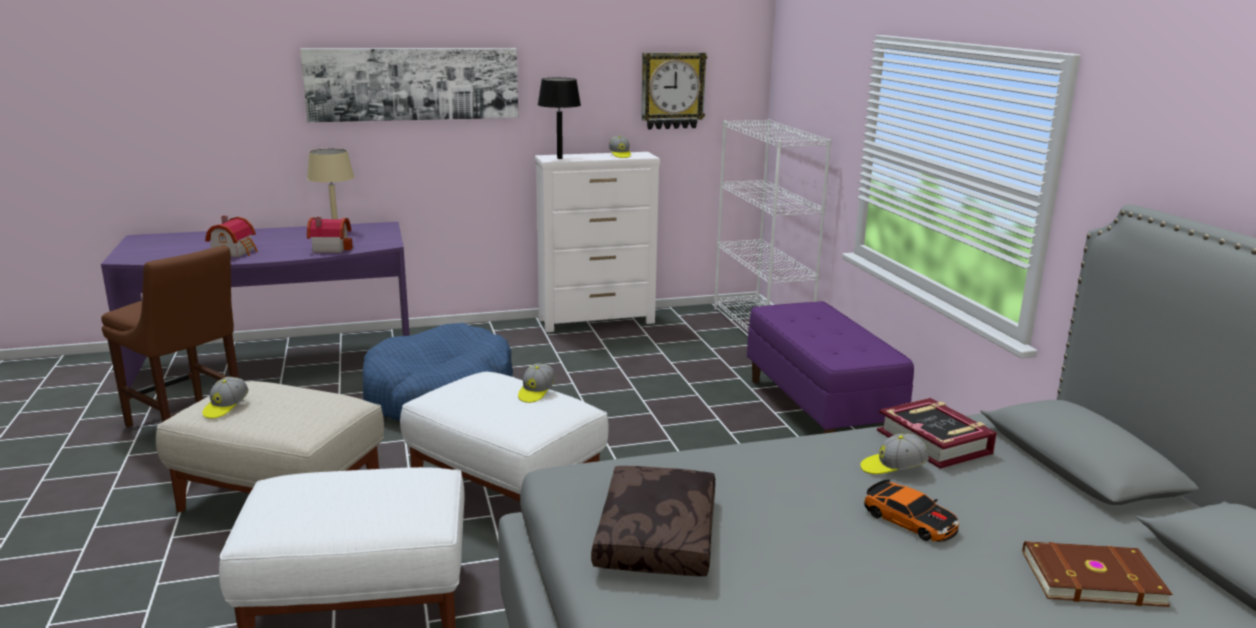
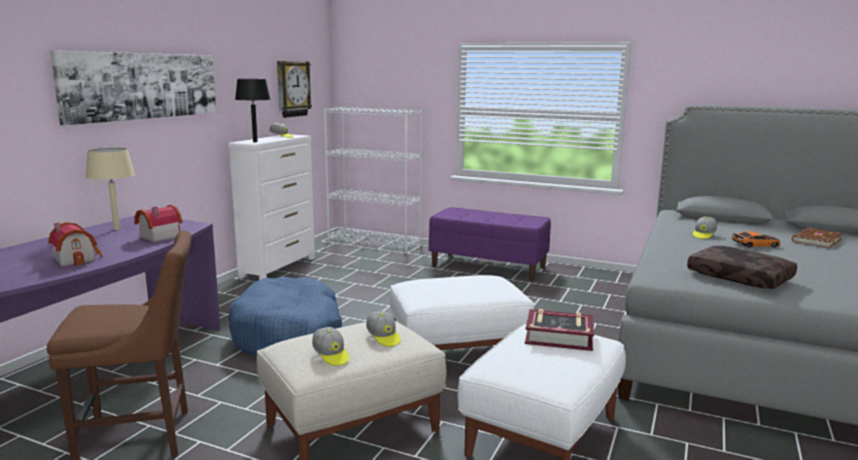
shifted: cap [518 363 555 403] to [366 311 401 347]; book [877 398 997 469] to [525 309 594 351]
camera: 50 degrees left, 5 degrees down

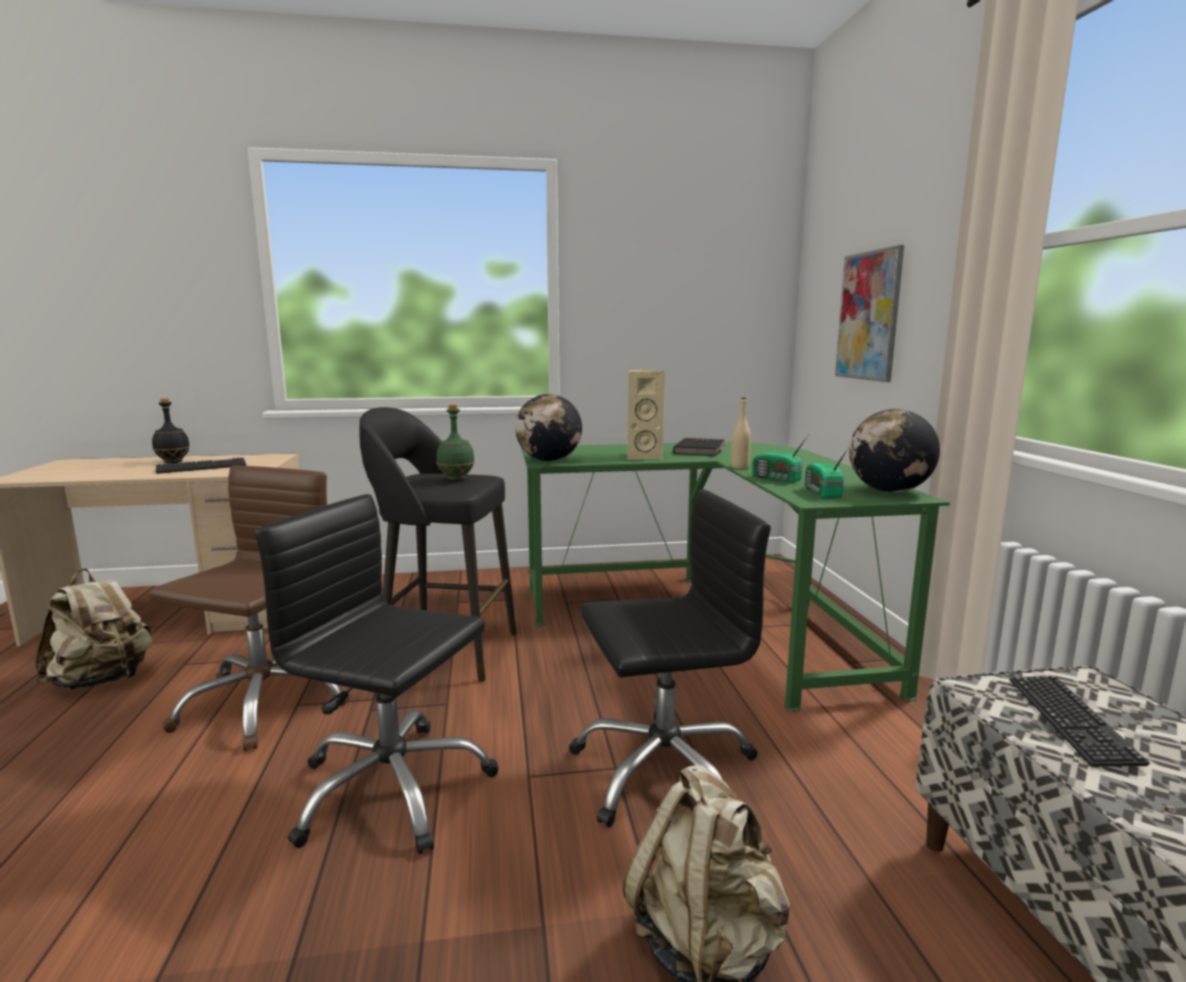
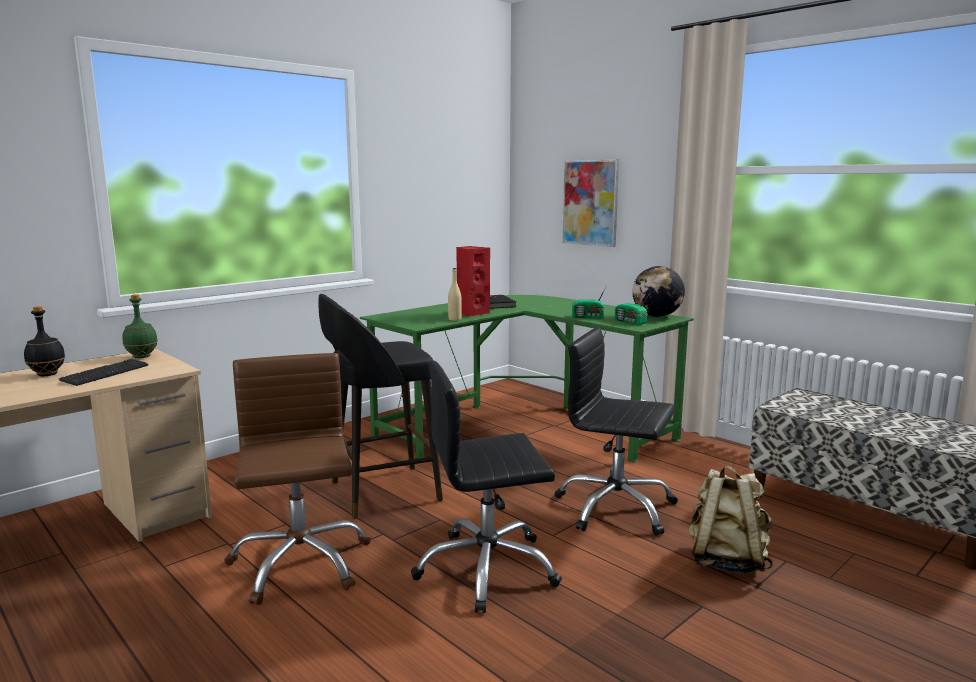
gone: beige backpack [35 568 153 690]; globe [515 394 582 461]; keyboard [1010 676 1150 767]
shifted: green bottle [436 404 475 481] to [122 294 158 358]; beige bottle [731 397 751 469] to [448 268 462 321]
repainted: beige speaker [628 369 665 460] to red speaker [456 246 490 317]
rotated: black office chair [569 489 771 827] = [555 327 678 536] 105 degrees counterclockwise
camera: 35 degrees left, 0 degrees up

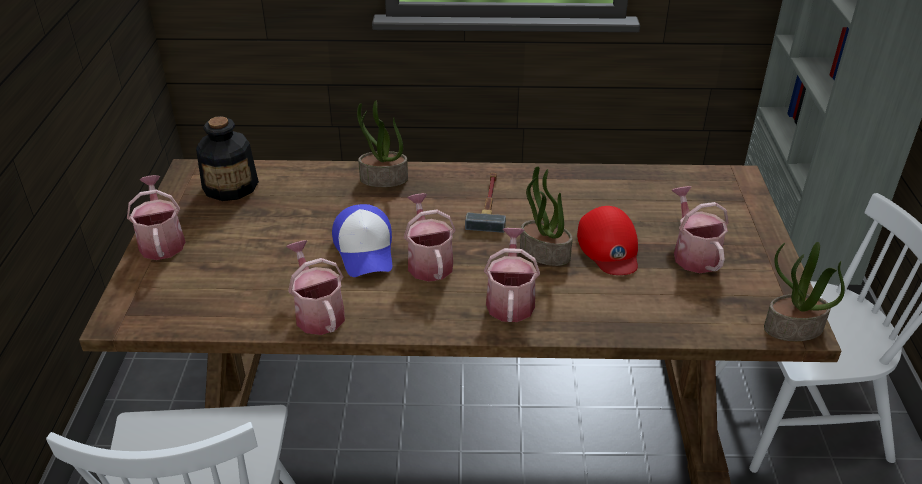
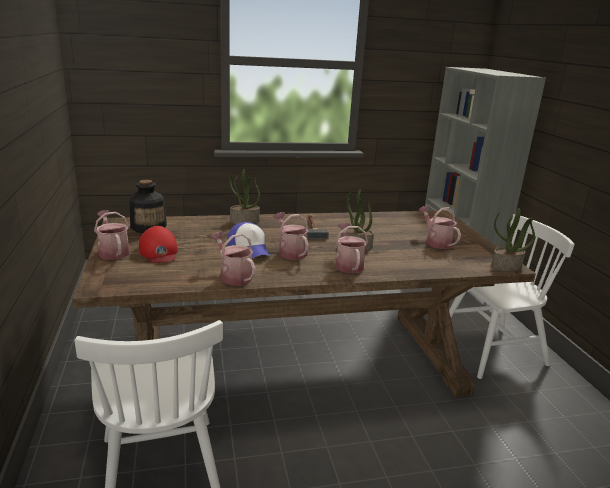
shifted: red cap [577 206 638 275] to [139 226 178 263]
camera: 15 degrees left, 15 degrees down

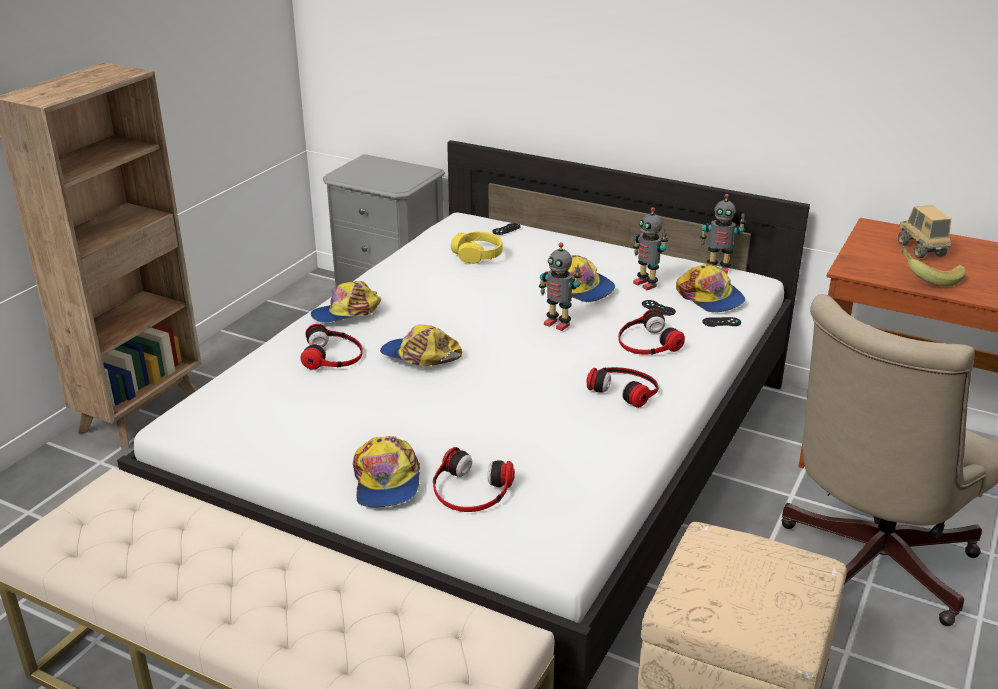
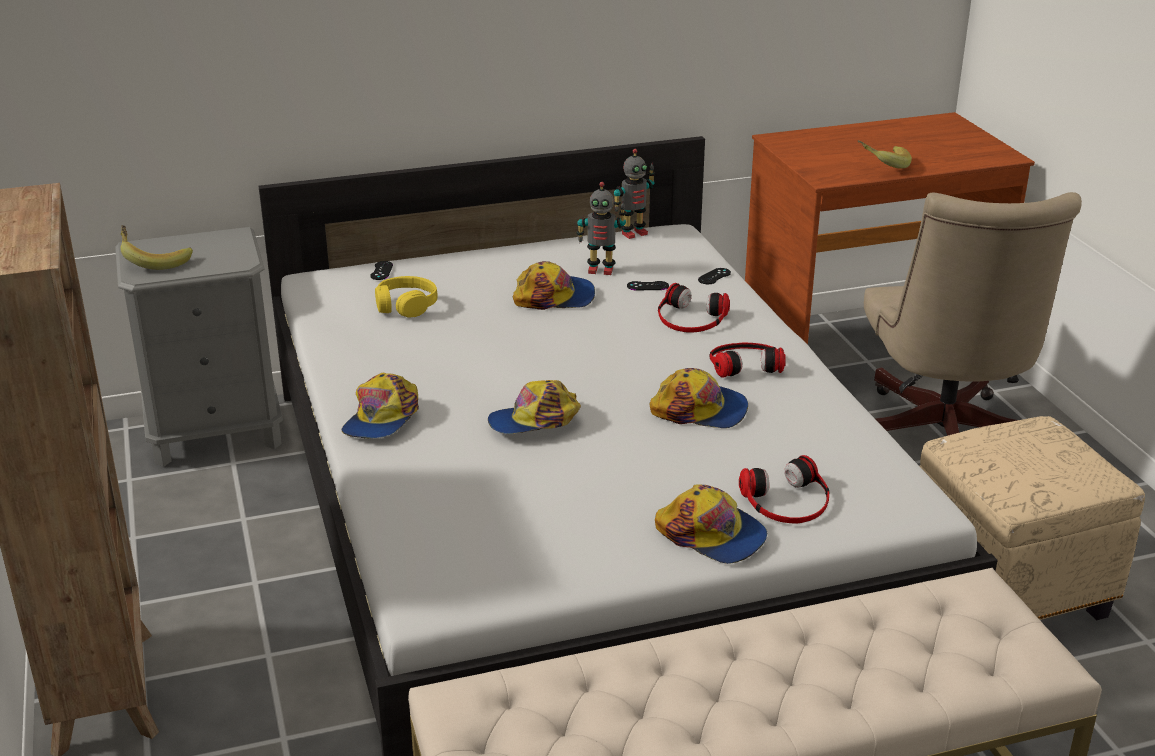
gone: headphones [301 324 363 370]; toy robot [539 242 582 331]; toy truck [898 205 951 258]
new: banana [120 225 193 270]
shifted: cap [676 263 745 312] to [649 368 748 428]
camera: 45 degrees left, 0 degrees up

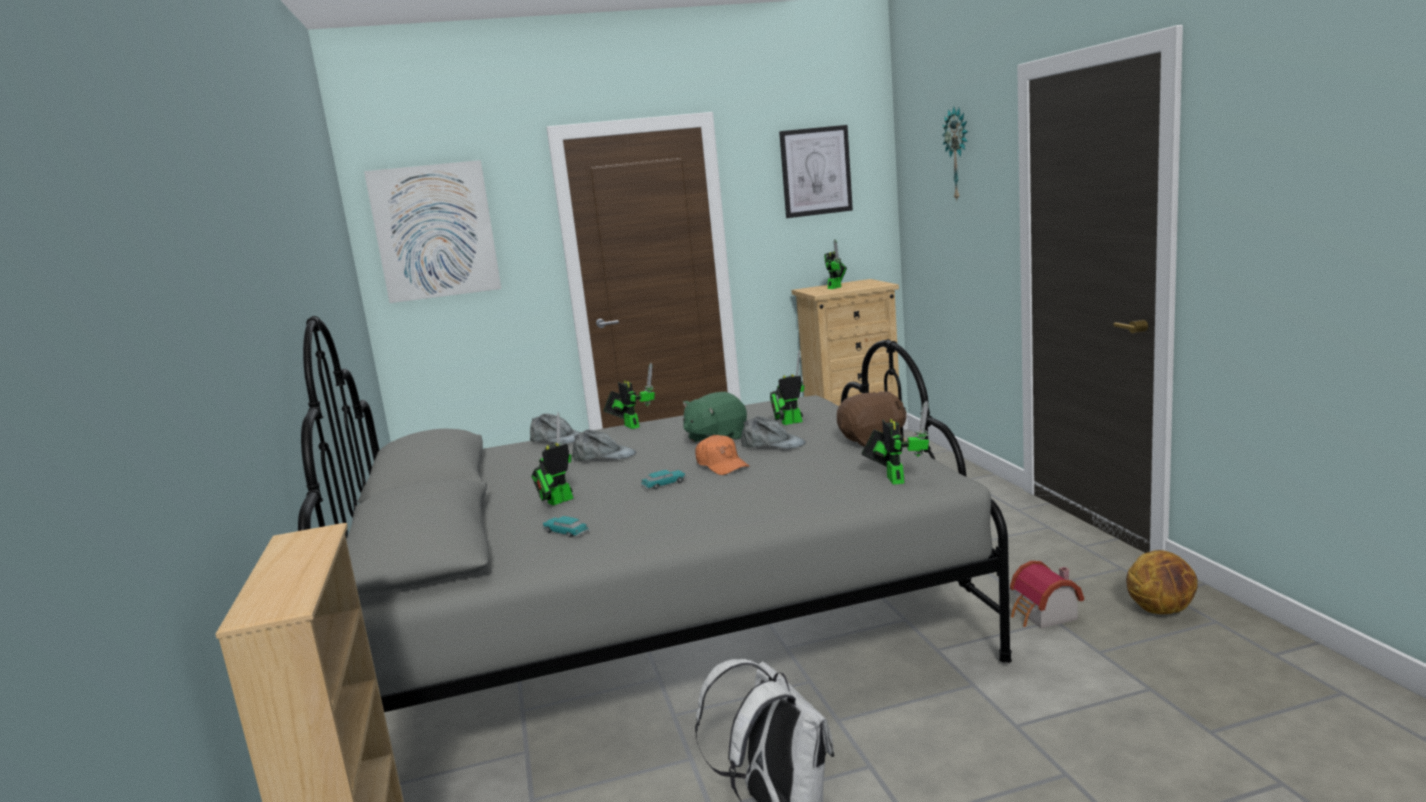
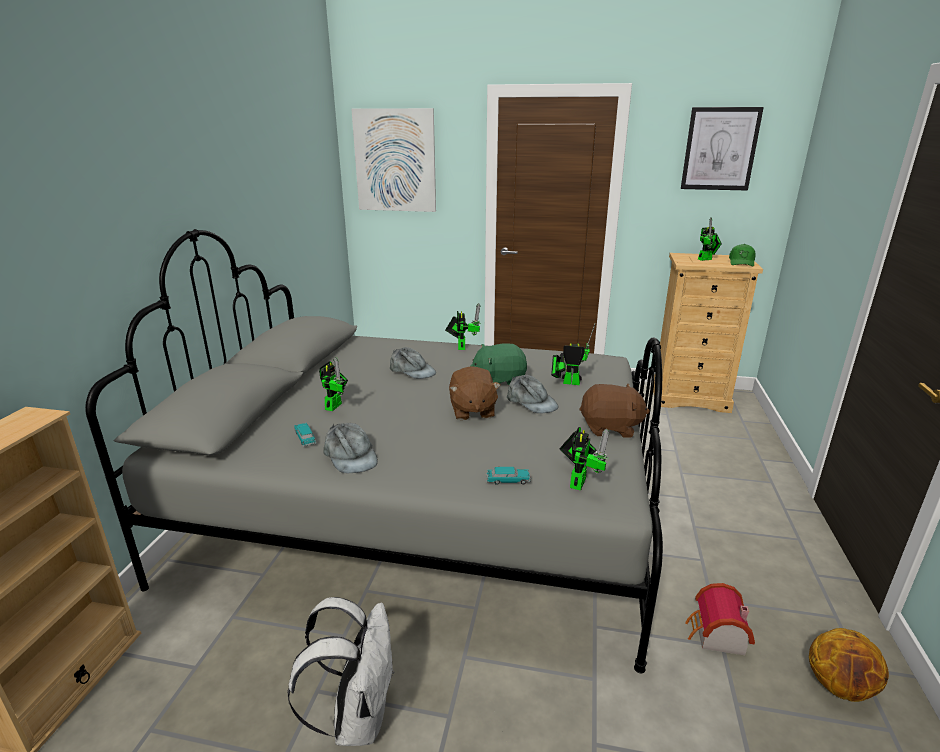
gone: wall clock [942 107 968 201]
new: green cap [729 244 756 266]
shifted: grey cap [530 414 580 444] to [323 423 378 473]; toy car [640 470 687 490] to [485 467 531 485]
swapped: orange cap [695 435 749 475] to brown plush toy [449 366 501 420]
rotated: toy robot [531 412 574 506] = [319 357 348 411] 120 degrees clockwise
camera: 25 degrees right, 10 degrees up

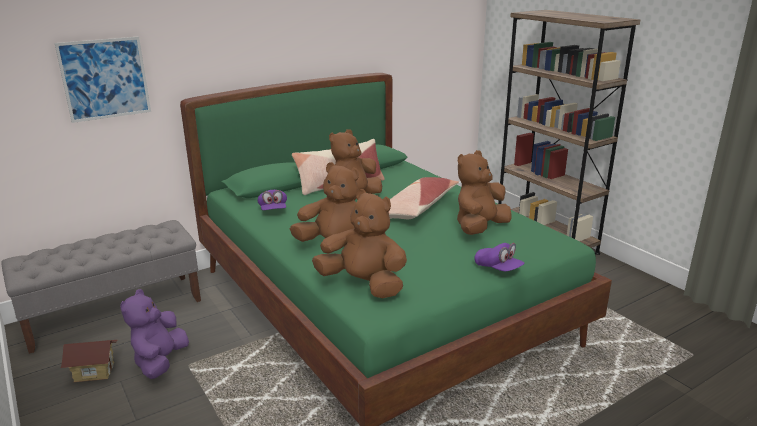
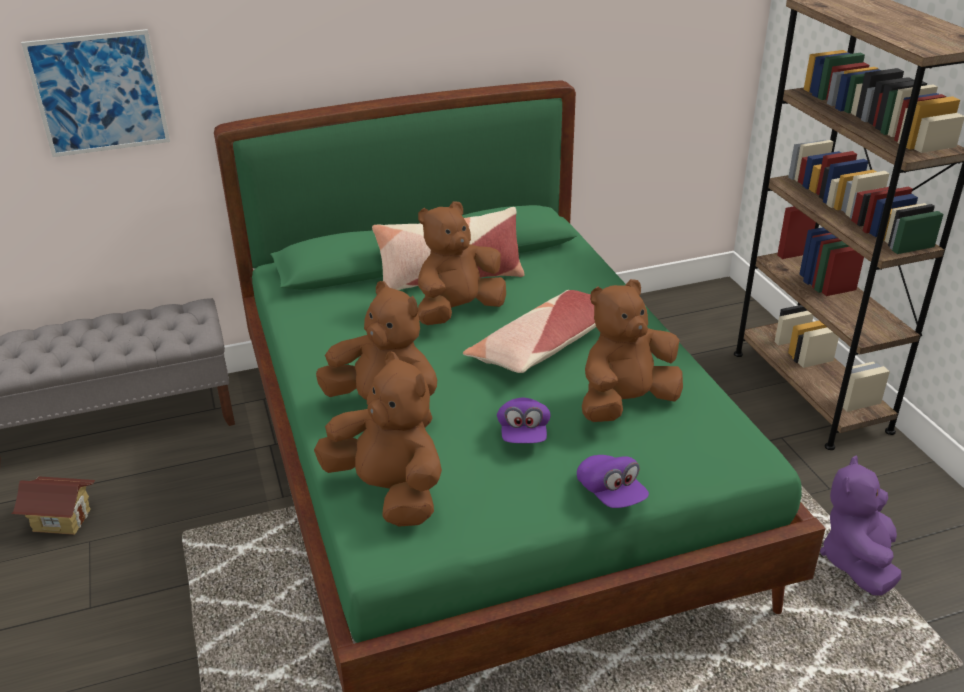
shifted: purple plush toy [120 289 189 379] to [820 456 901 595]; purple cap [258 190 287 210] to [497 398 551 443]
camera: 15 degrees right, 10 degrees up

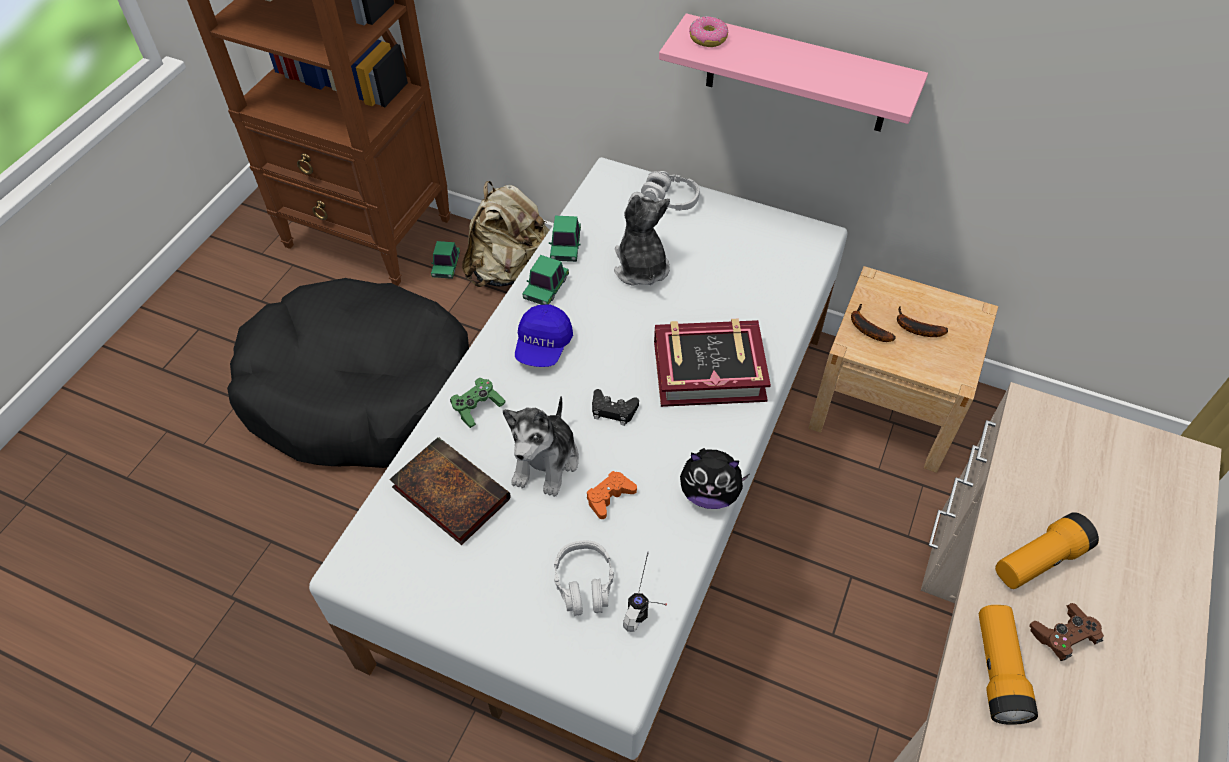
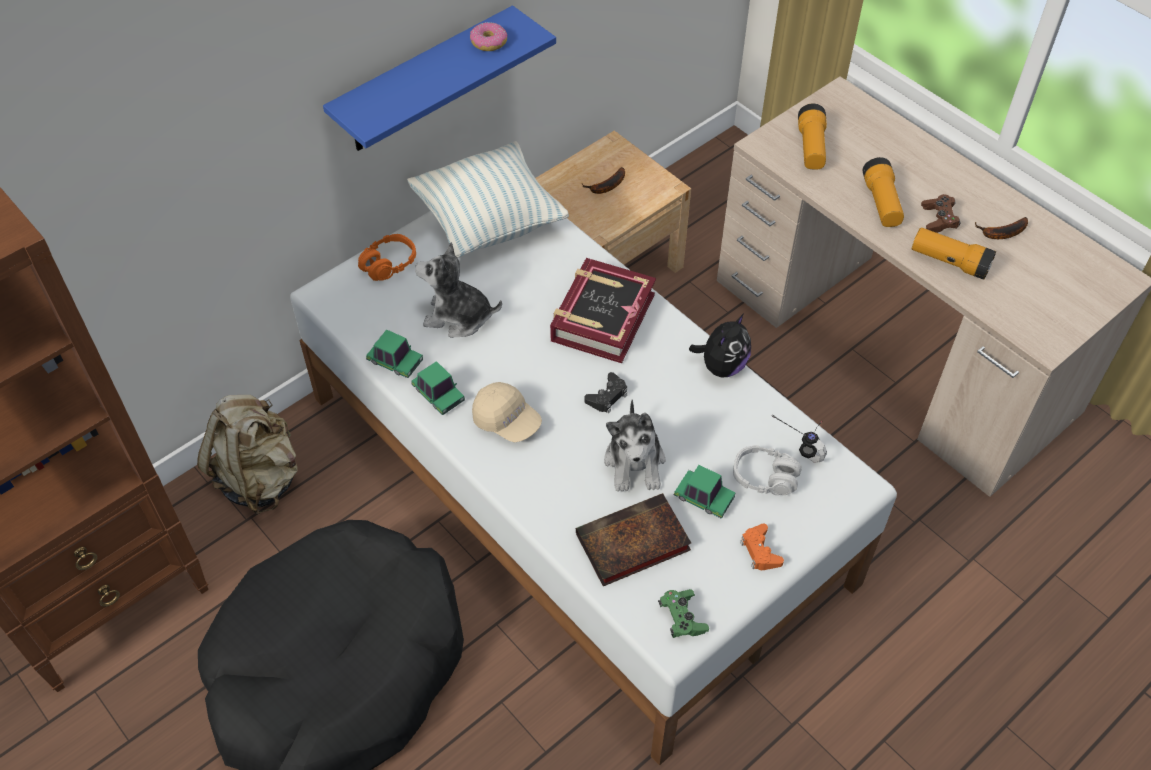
new: pillow [407 141 569 258]; flashlight [798 104 827 170]
shifted: toy car [431 241 460 279] to [673 465 736 519]; green game controller [450 378 505 428] to [658 589 709 638]; orange game controller [587 471 637 519] to [740 524 784 570]; donut [689 16 729 47] to [470 22 508 51]; banana [851 304 895 342] to [975 217 1028 239]
repainted: blue cap [515 304 573 367] to beige cap [472 382 542 443]; grey headphones [641 171 700 211] to orange headphones [358 234 416 281]; pink shelf [659 13 928 132] to blue shelf [323 5 556 151]
rotated: plush toy [503 396 579 497] = [604 399 665 492] 45 degrees clockwise
camera: 65 degrees left, 0 degrees up

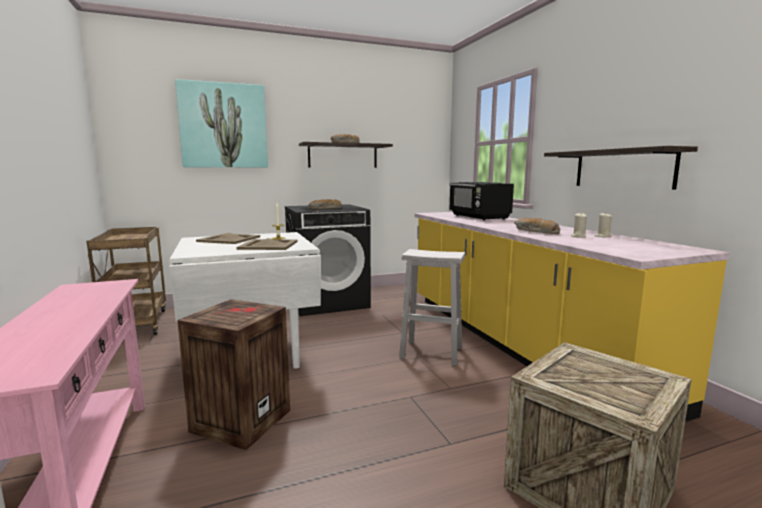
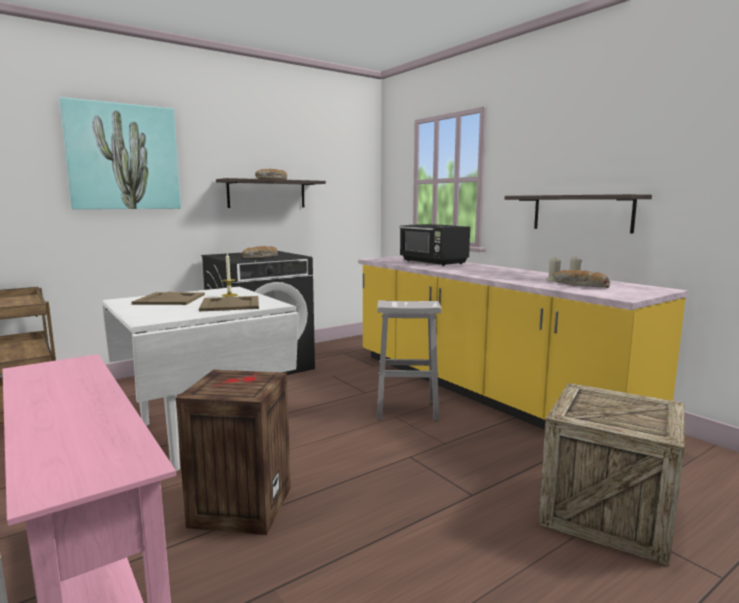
shifted: bread [514 218 560 234] to [552 270 610 288]
camera: 15 degrees left, 0 degrees up

